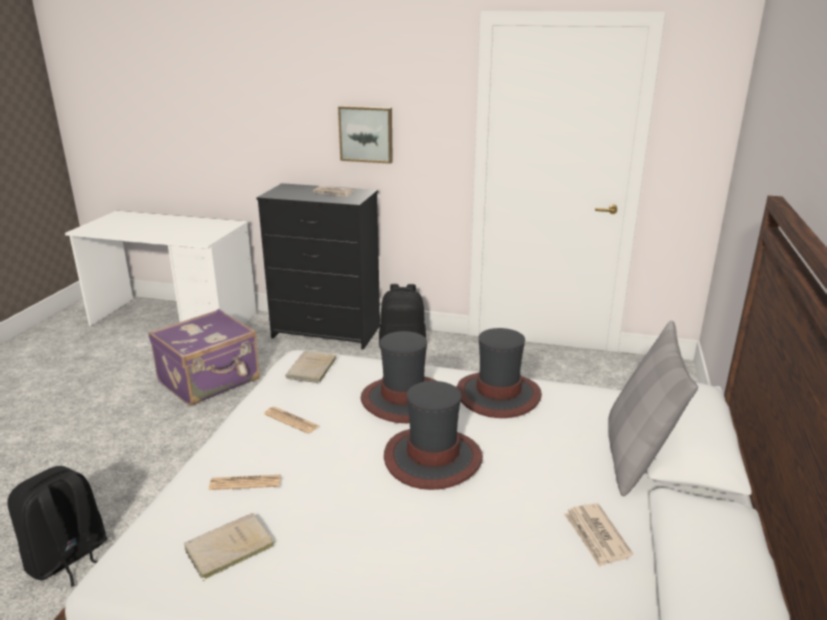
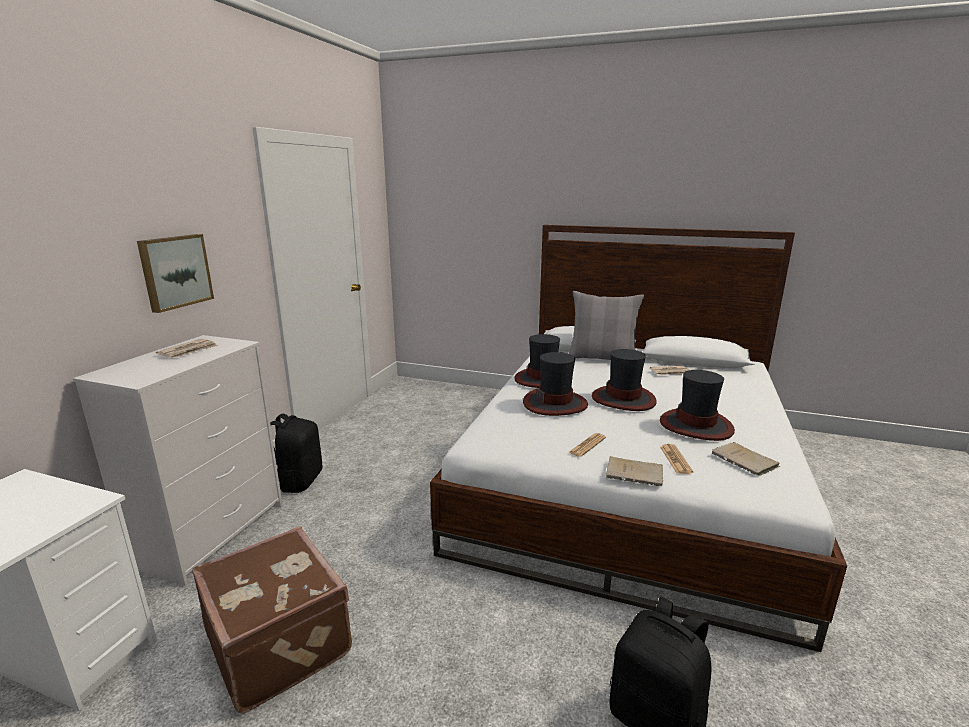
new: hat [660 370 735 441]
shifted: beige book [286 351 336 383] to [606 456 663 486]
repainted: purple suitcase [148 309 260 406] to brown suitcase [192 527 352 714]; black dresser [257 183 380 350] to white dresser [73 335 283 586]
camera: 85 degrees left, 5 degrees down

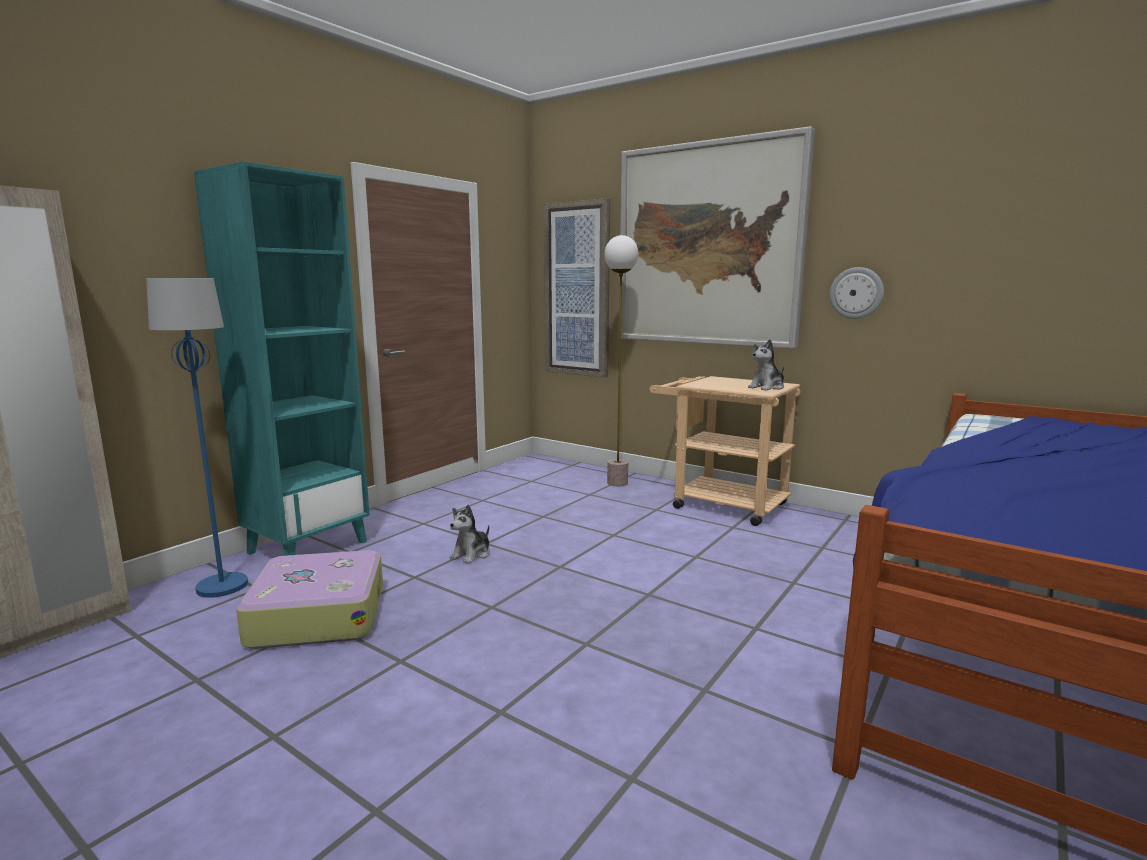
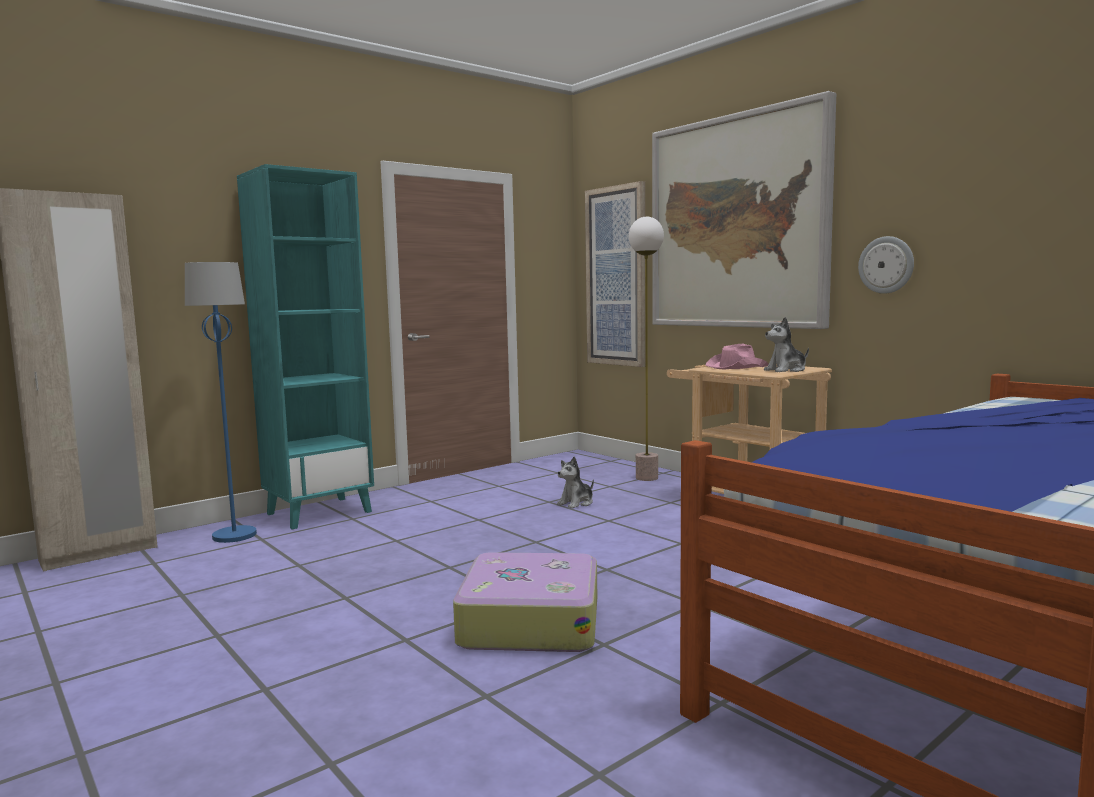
new: pink hat [705 344 769 369]
shifted: suitcase [236 550 383 649] to [453 552 597 652]; plush toy [450 505 490 564] to [557 457 594 508]
camera: 15 degrees right, 5 degrees down

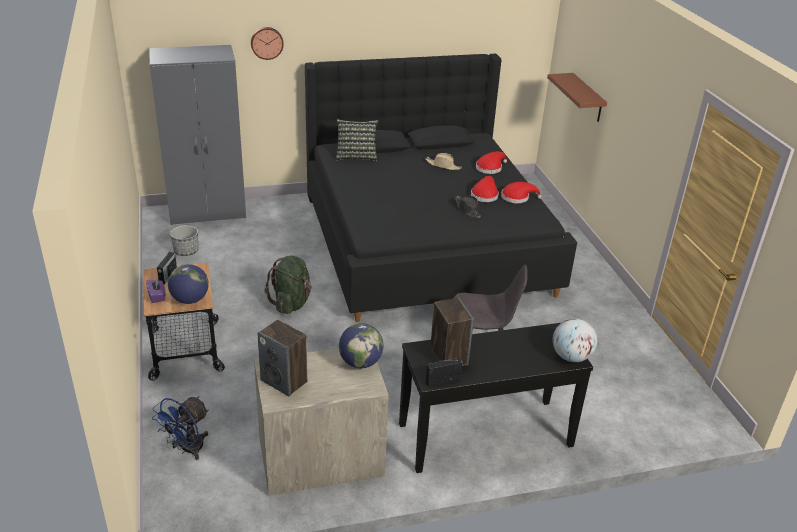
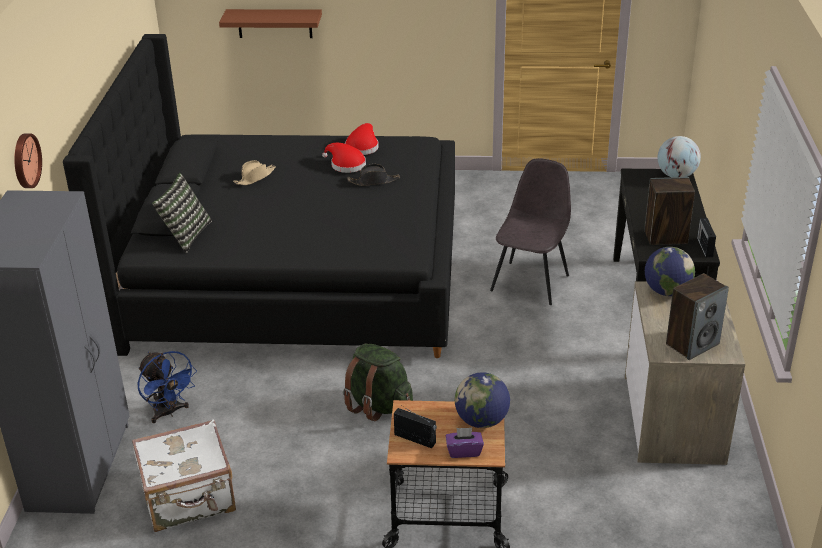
gone: red hat [476 152 507 174]
shifted: blue fan [152 396 209 460] to [138 351 197 423]
swapped: planter [170 225 199 256] to white suitcase [132 419 236 532]
camera: 70 degrees left, 0 degrees up

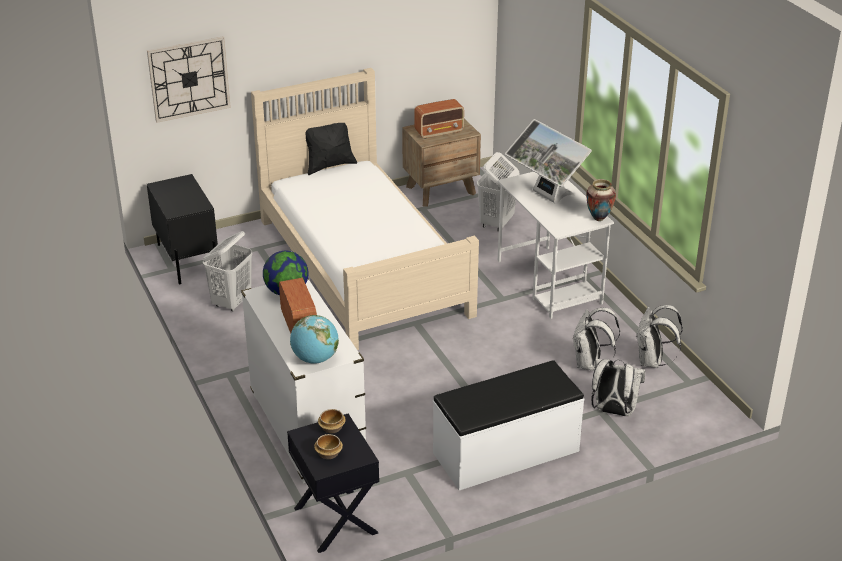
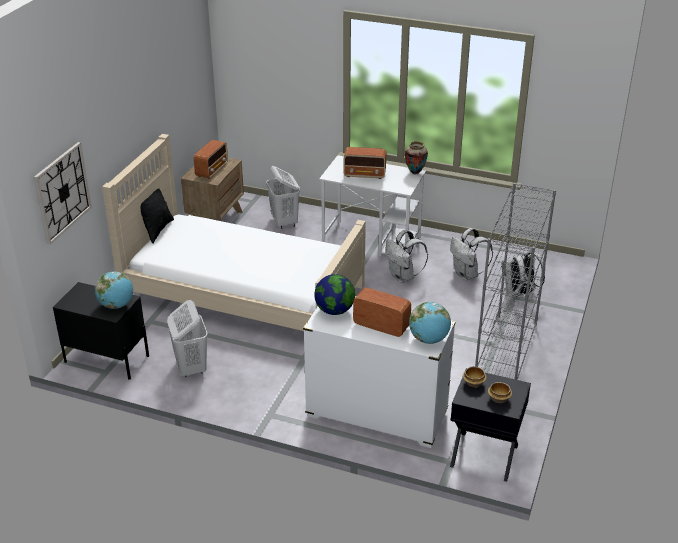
new: globe [95 272 133 309]
shifted: white backpack [636 305 683 368] to [385 230 428 283]
swapped: white bench [433 360 584 491] to grey bookcase [475 183 556 380]; monitor [505 119 592 204] to radio [343 147 386 179]
camera: 45 degrees left, 0 degrees up

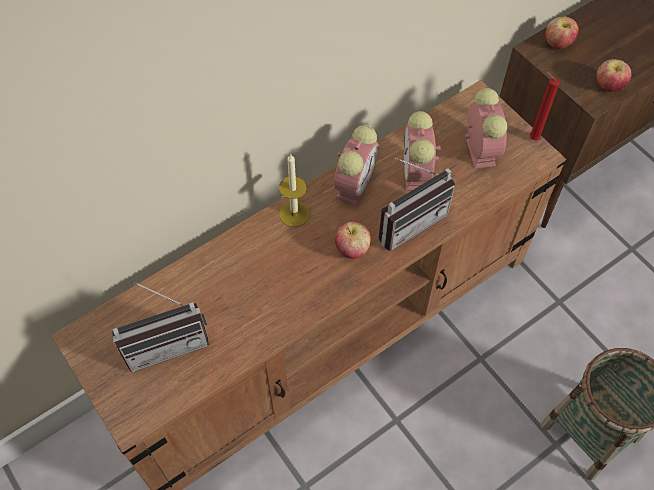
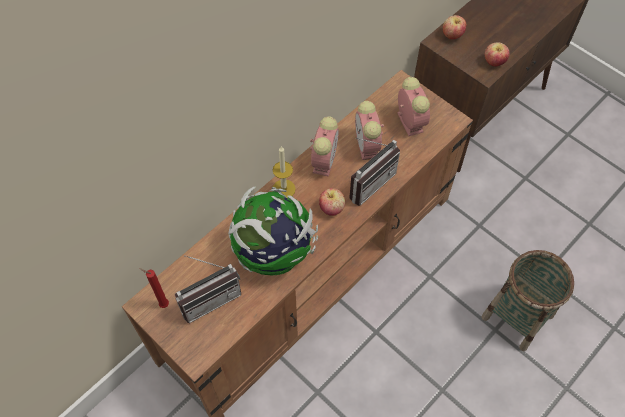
new: globe [228 187 318 275]
shifted: red candle [529 71 560 141] to [139 268 169 308]
camera: 10 degrees left, 0 degrees up

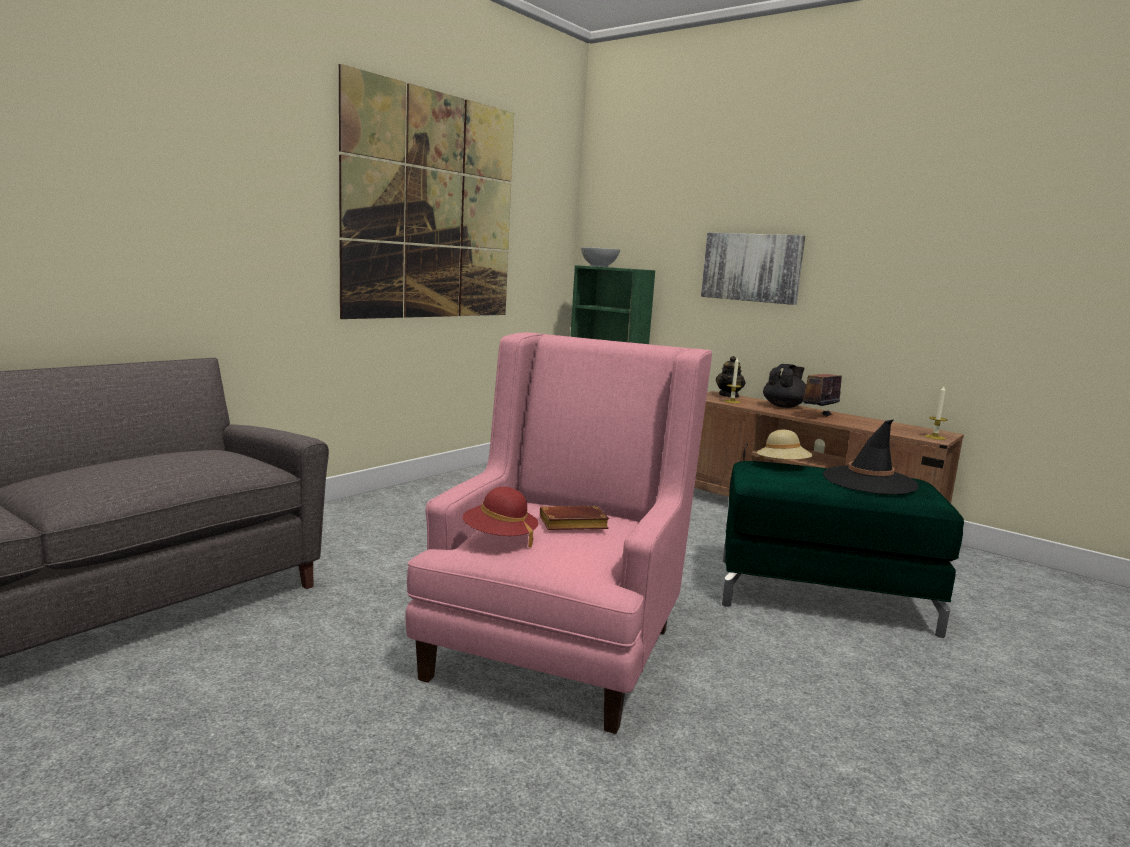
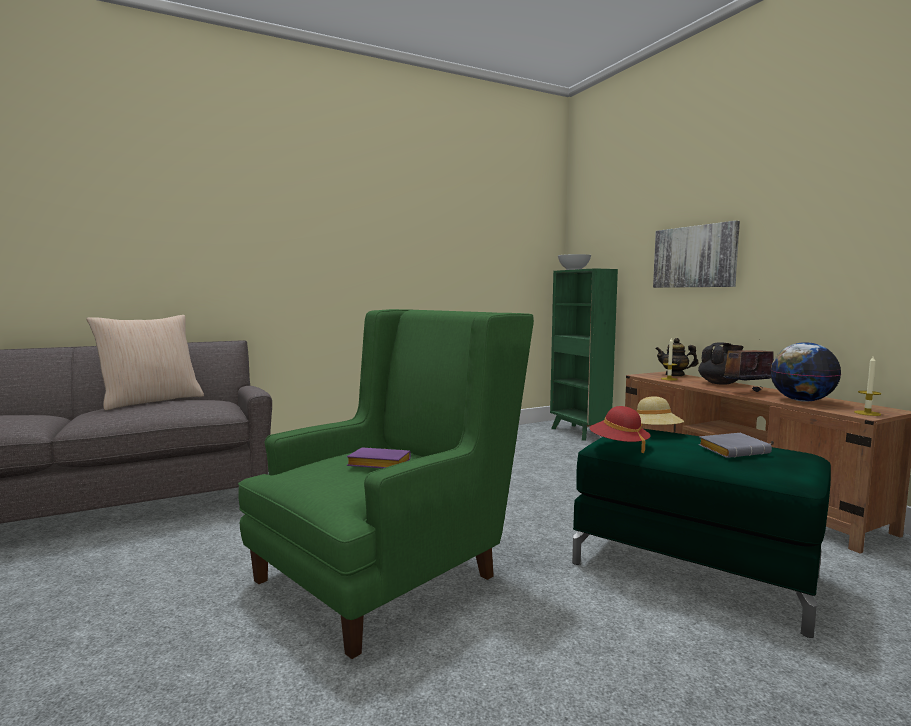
gone: picture [339 64 514 319]
new: beige pillow [86 315 204 411]; globe [771 342 841 402]
shifted: red hat [462 487 538 548] to [590 406 651 453]
swapped: black hat [823 419 919 495] to grey book [698 433 772 458]
repainted: pink armchair [405 332 712 734] to green armchair [238 309 534 659]; brown book [540 506 609 530] to purple book [347 447 411 468]
rotated: teapot [716 356 746 398] = [655 338 698 376] 60 degrees clockwise
camera: 25 degrees right, 5 degrees down

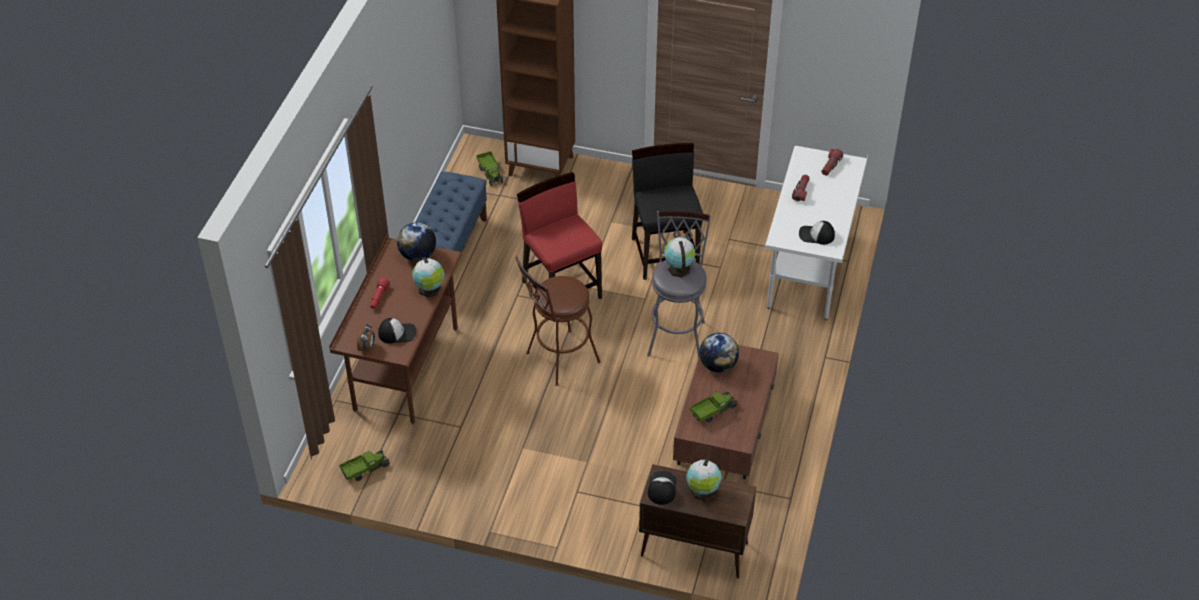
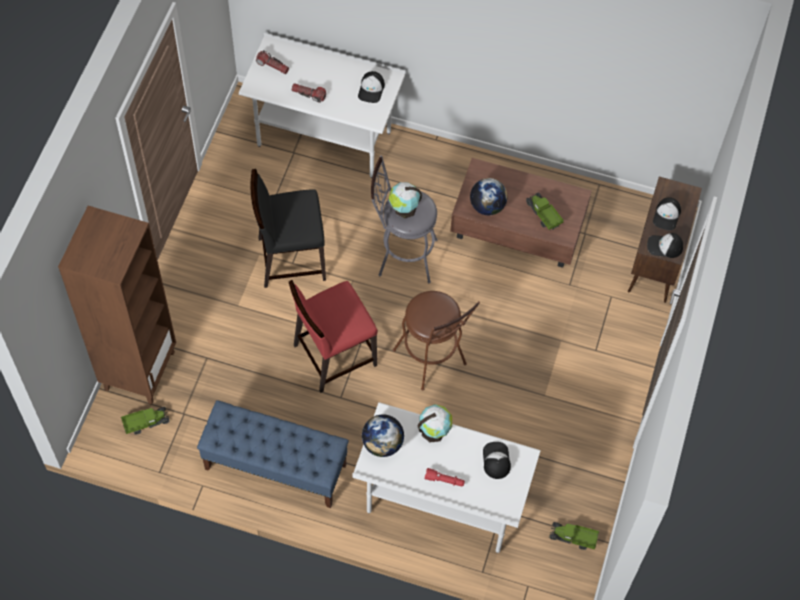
gone: alarm clock [357 324 375 352]
swapped: globe [686 457 722 501] to cap [653 197 681 231]
repainted: brown desk [329 234 462 425] to white desk [352 402 541 553]
rotated: toy truck [339 450 390 481] = [550 522 599 550] 45 degrees counterclockwise
camera: 90 degrees left, 15 degrees up

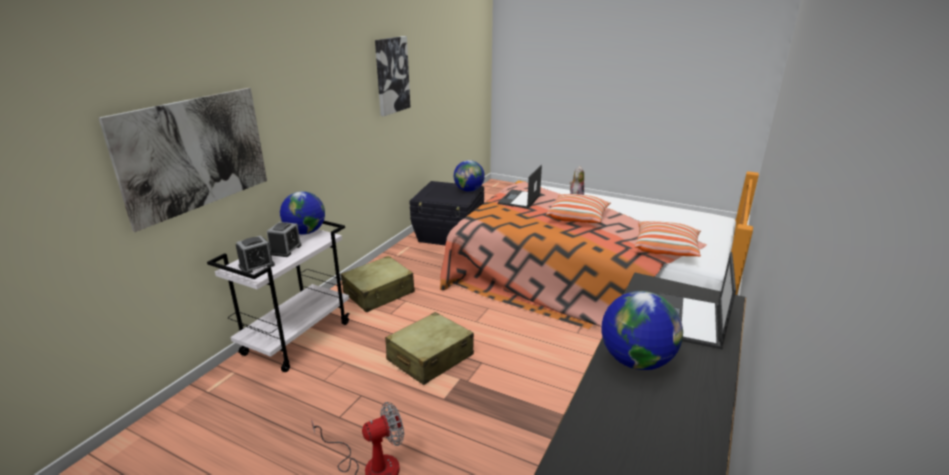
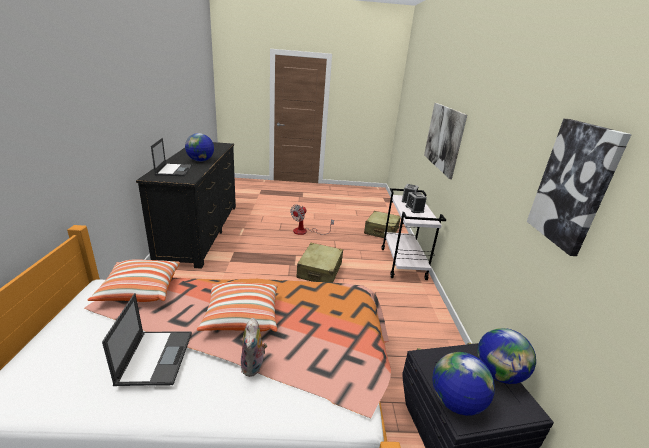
shifted: globe [280 191 325 235] to [477 328 536 384]; beige suitcase [341 256 415 312] to [364 211 401 238]; laptop [498 165 542 209] to [102 293 192 386]
camera: 150 degrees right, 0 degrees up

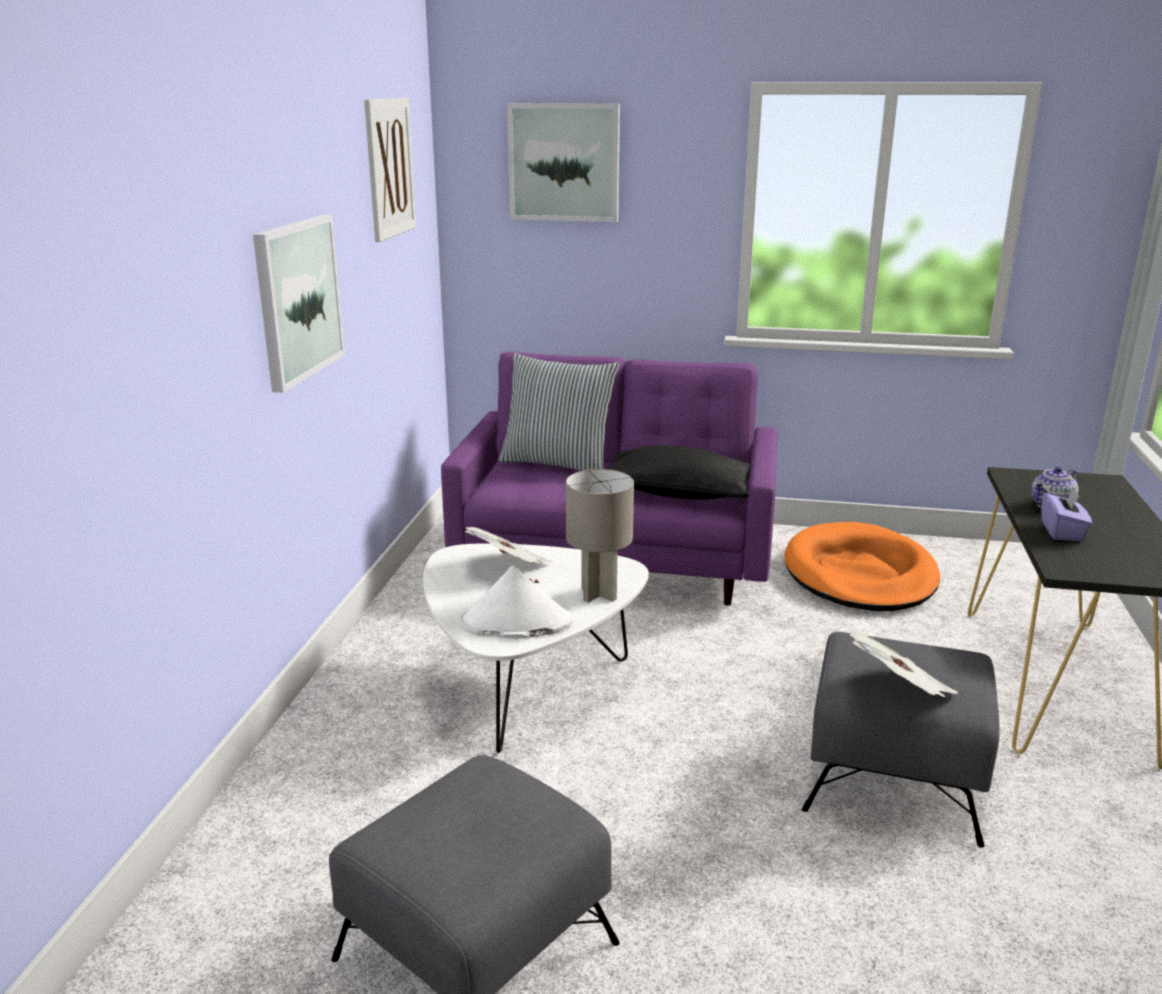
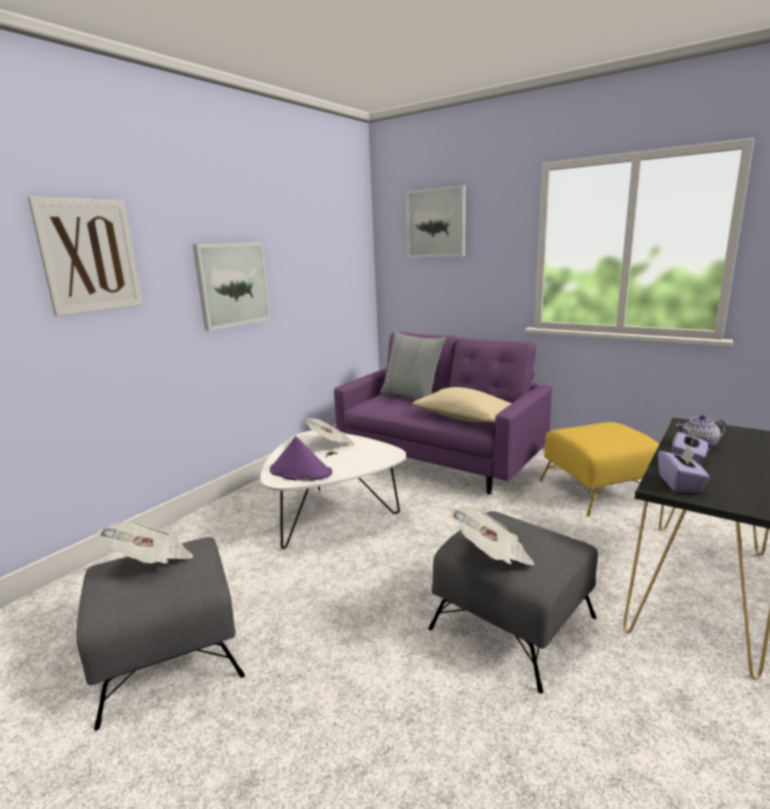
gone: grey table lamp [566 469 634 603]
new: newspaper [97 522 194 564]; purple tissue box [658 446 710 493]
shifted: picture [364 98 417 242] to [28 197 143 316]
swapped: orange dog bed [784 522 940 611] to yellow ottoman [540 422 659 517]
repainted: white hat [459 566 574 638] to purple hat [270 436 332 481]; black pillow [608 445 751 500] to beige pillow [412 387 512 423]
camera: 25 degrees right, 5 degrees down

